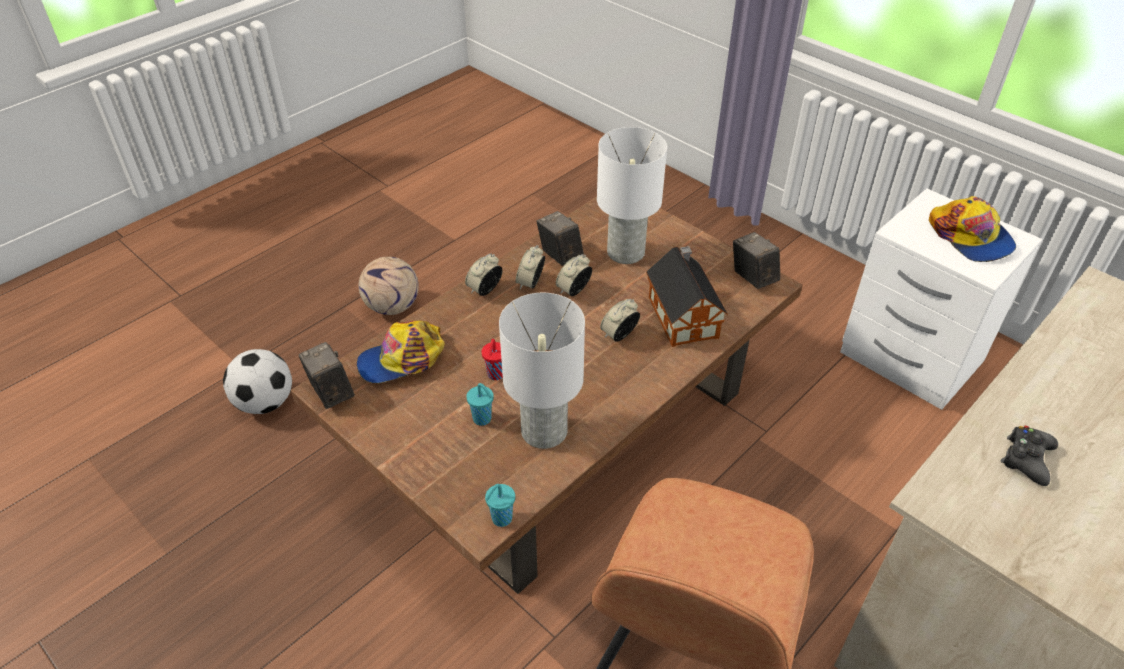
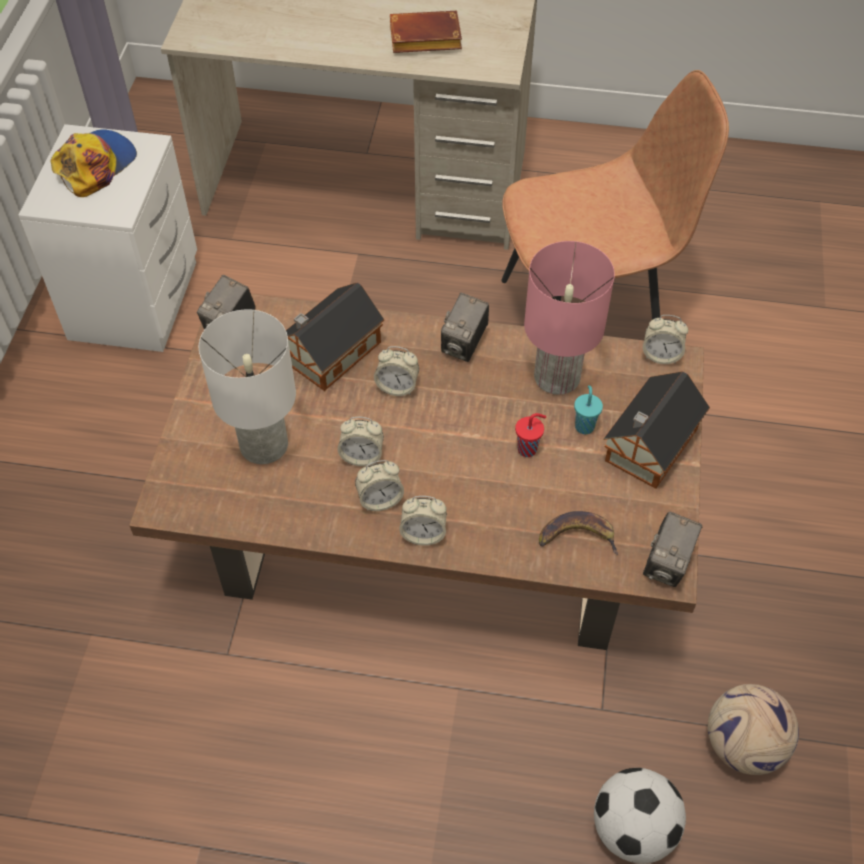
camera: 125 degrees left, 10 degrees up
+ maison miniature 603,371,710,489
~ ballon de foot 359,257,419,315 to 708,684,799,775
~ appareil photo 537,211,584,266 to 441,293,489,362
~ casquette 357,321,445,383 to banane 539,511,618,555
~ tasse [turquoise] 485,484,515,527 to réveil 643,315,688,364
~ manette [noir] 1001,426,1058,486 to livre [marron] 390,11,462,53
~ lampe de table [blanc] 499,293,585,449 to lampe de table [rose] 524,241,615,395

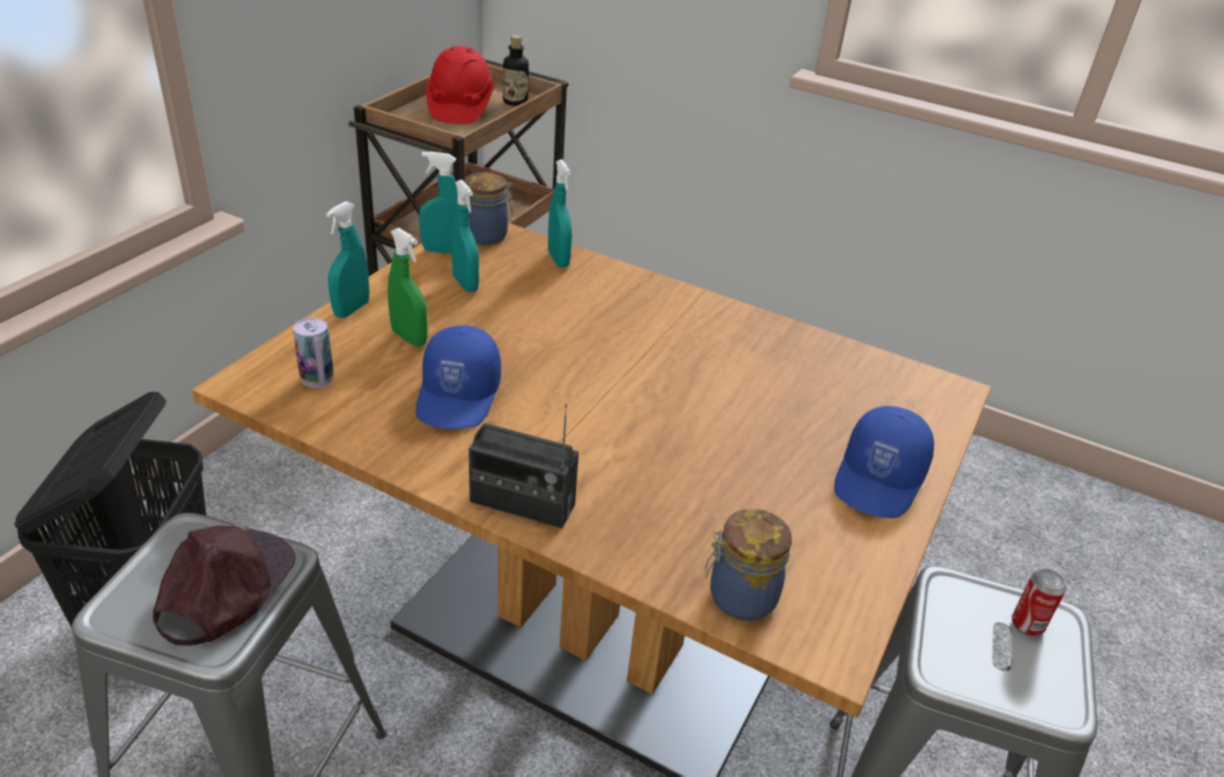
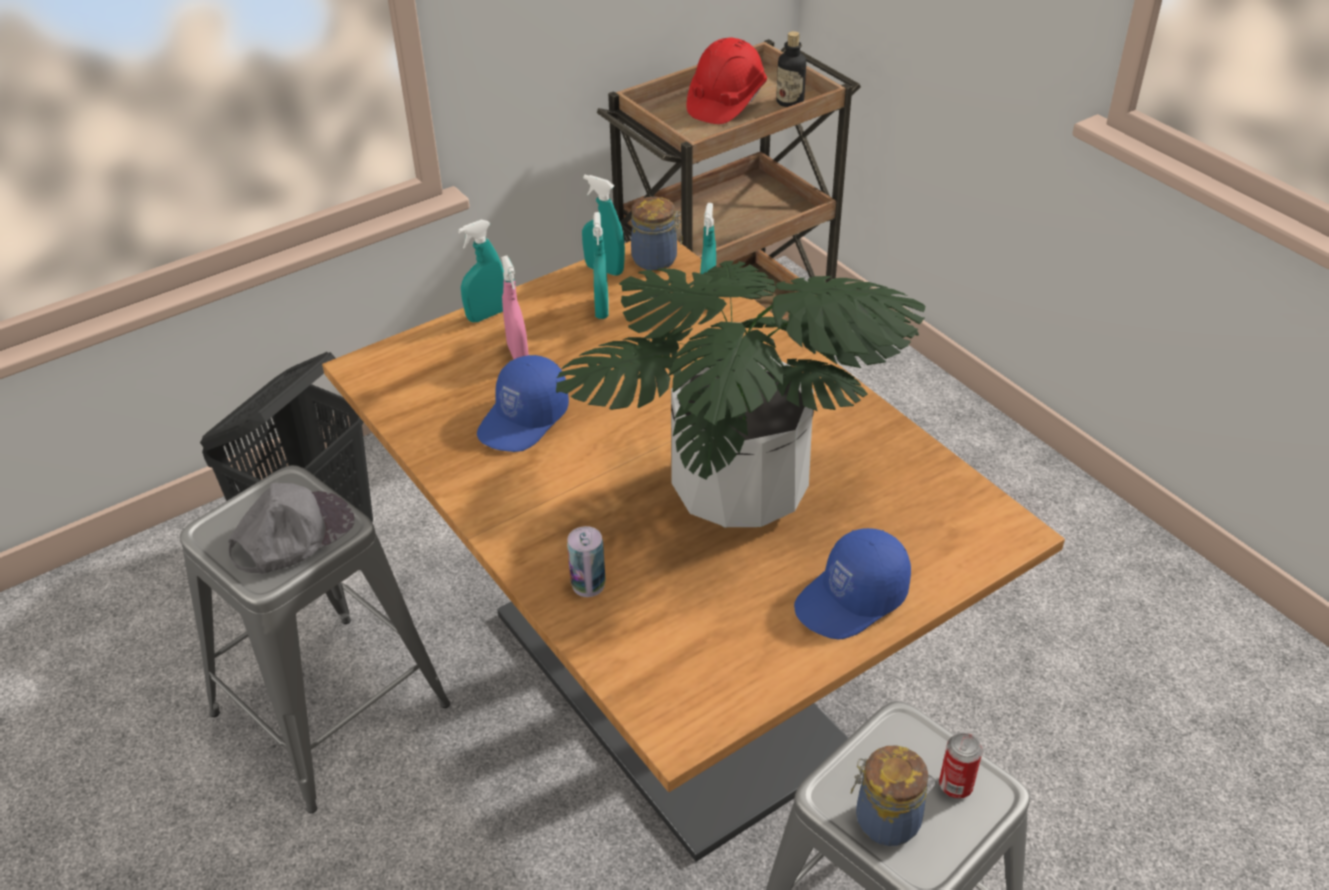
camera: 30 degrees right, 5 degrees up
- radio 469,404,579,528
+ plante en pot 556,261,925,528
~ boîte métallique 293,318,334,388 to 567,526,606,597
~ bocal 705,509,792,621 to 851,745,929,846
~ casquette [marron] 153,526,296,646 to casquette [gris] 228,483,355,574
~ vaporisateur [vert] 388,228,428,347 to vaporisateur [rose] 501,256,529,359

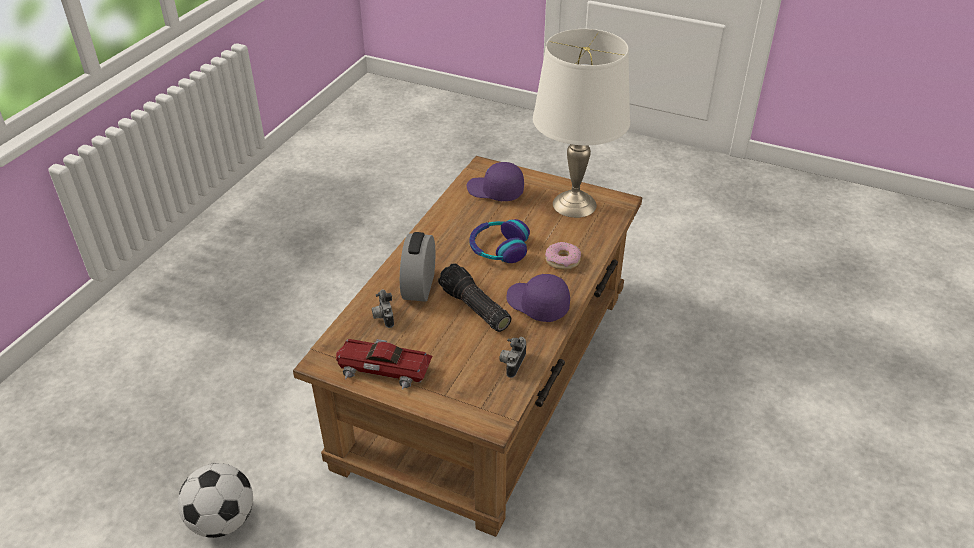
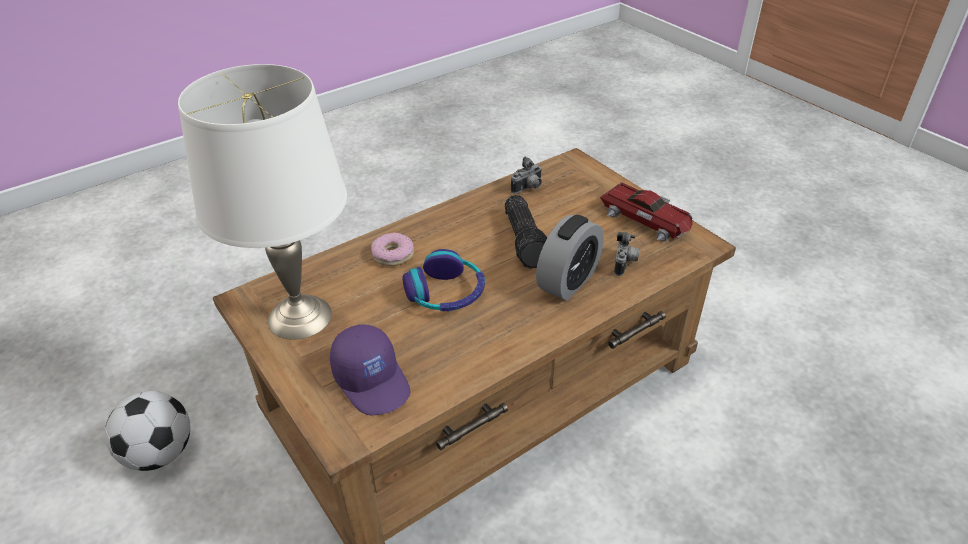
camera: 150 degrees left, 0 degrees up
- casquette [violet] 506,274,570,322
~ ballon de foot 178,463,253,538 to 105,391,191,471

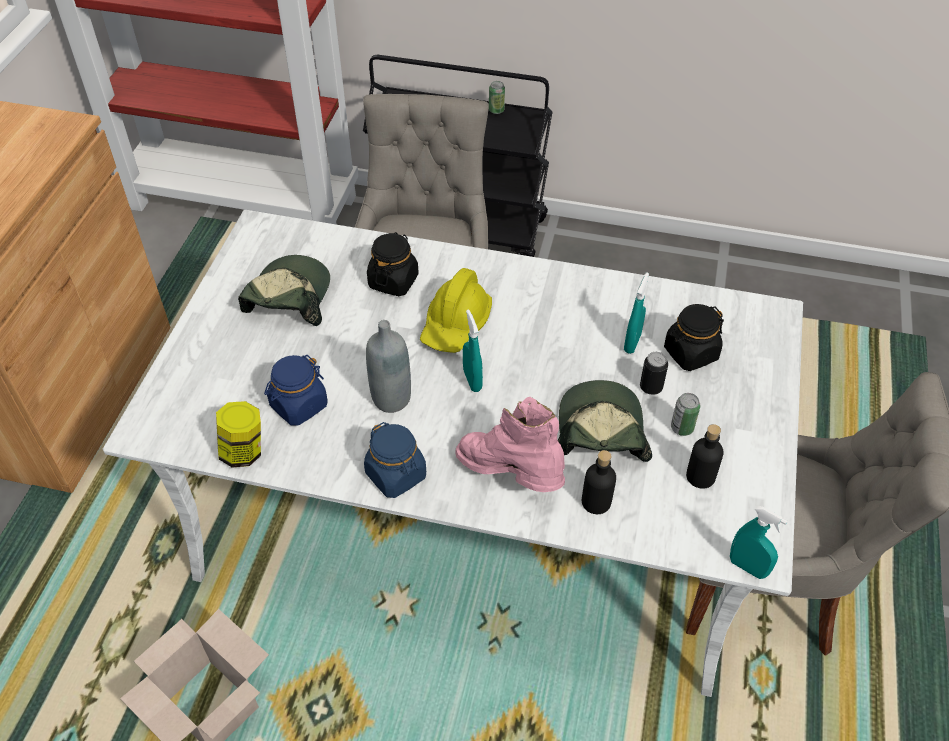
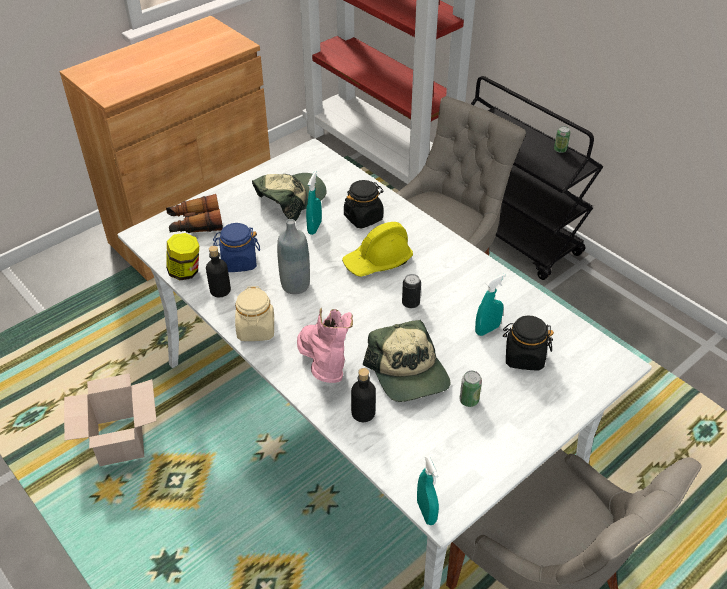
camera: 35 degrees right, 5 degrees down
+ jumelles 166,194,223,233
~ vaporisateur [turquoise] 463,309,483,392 to 306,171,322,235
~ boîte métallique 640,352,668,395 to 402,274,421,308
~ bouteille [noir] 686,424,724,489 to 206,246,231,297
~ bocal [bleu] 364,422,426,498 to bocal [beige] 235,286,274,341
~ casquette 558,380,652,462 = 363,320,450,402 120 degrees clockwise

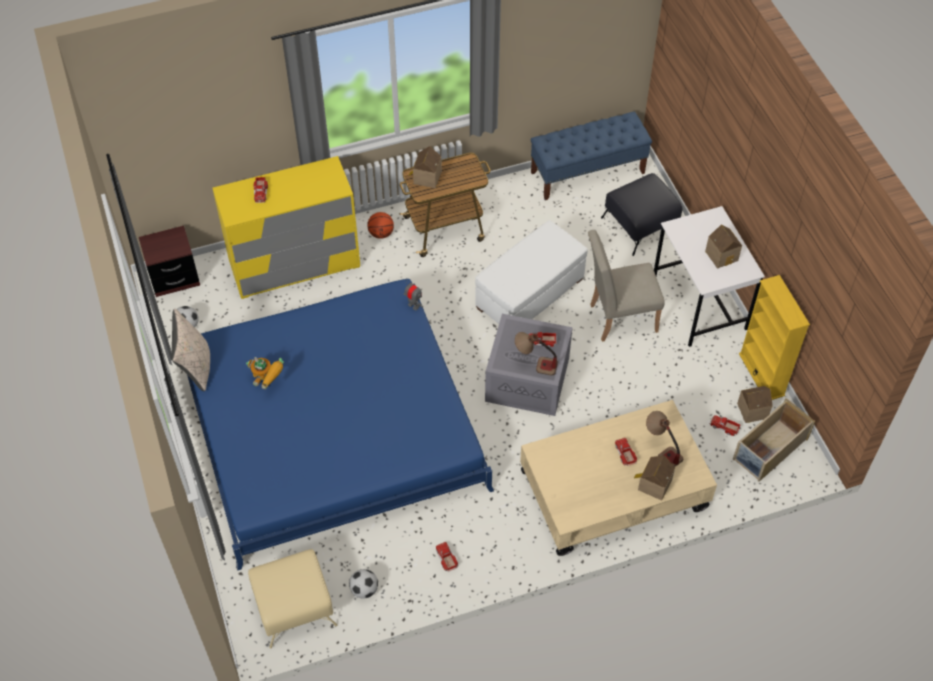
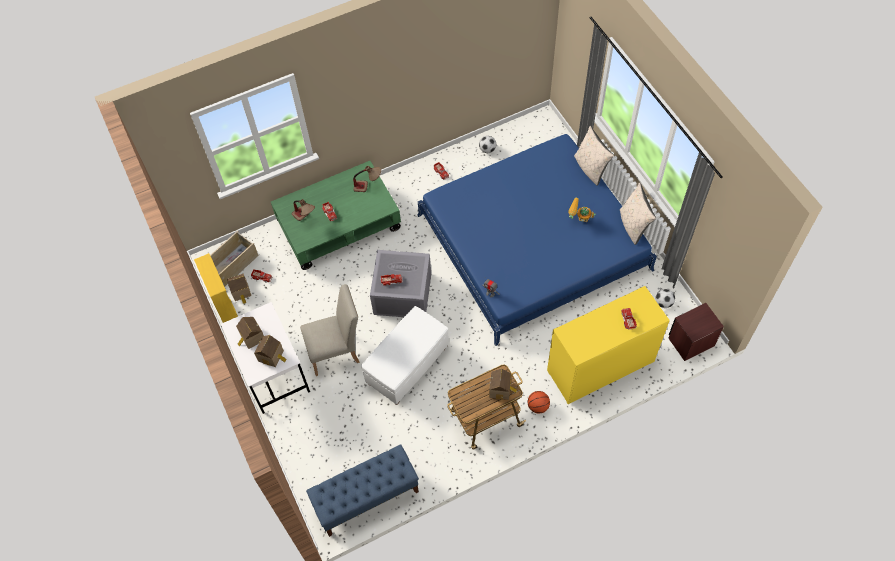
camera: 175 degrees right, 5 degrees up
- pouf [beige] 248,549,337,648
- pouf [noir] 601,173,682,256
+ coussin [beige] 574,126,614,186
~ lampe de table 515,332,558,376 to 353,166,381,192
~ maison miniature 634,455,675,501 to 254,335,286,367
~ table basse [beige] 520,400,717,556 to table basse [vert] 271,161,401,270

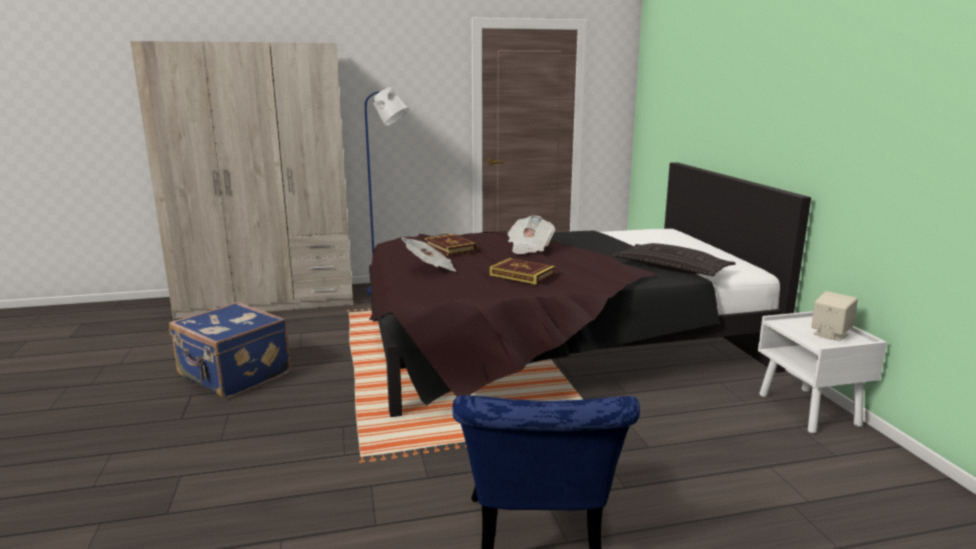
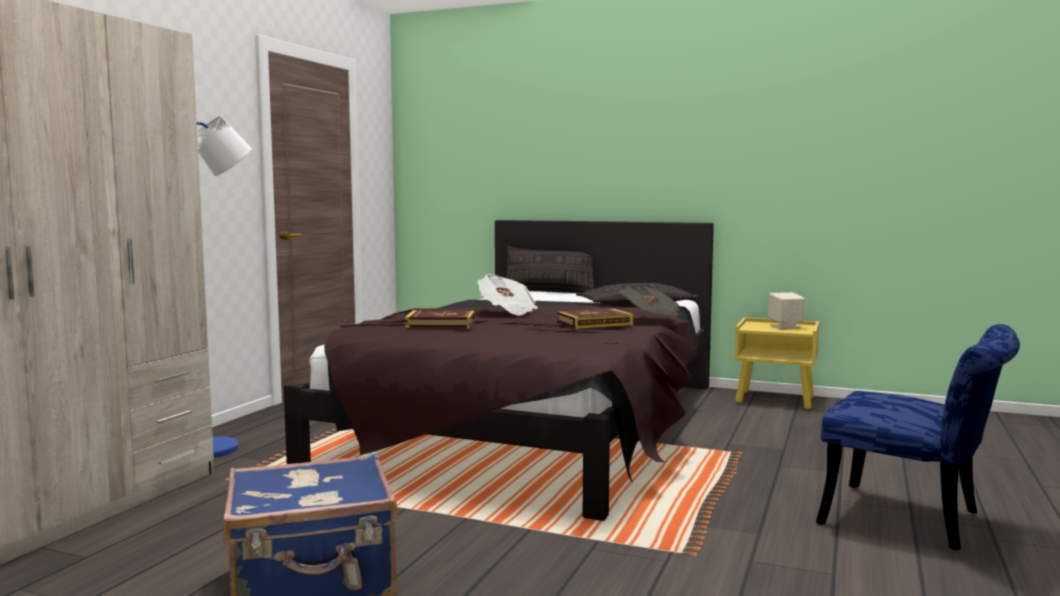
camera: 55 degrees left, 10 degrees down
+ coussin 506,246,594,292
~ journal 401,238,457,272 to 619,285,680,316
~ table de chevet [blanc] 758,311,887,433 to table de chevet [jaune] 735,317,819,409

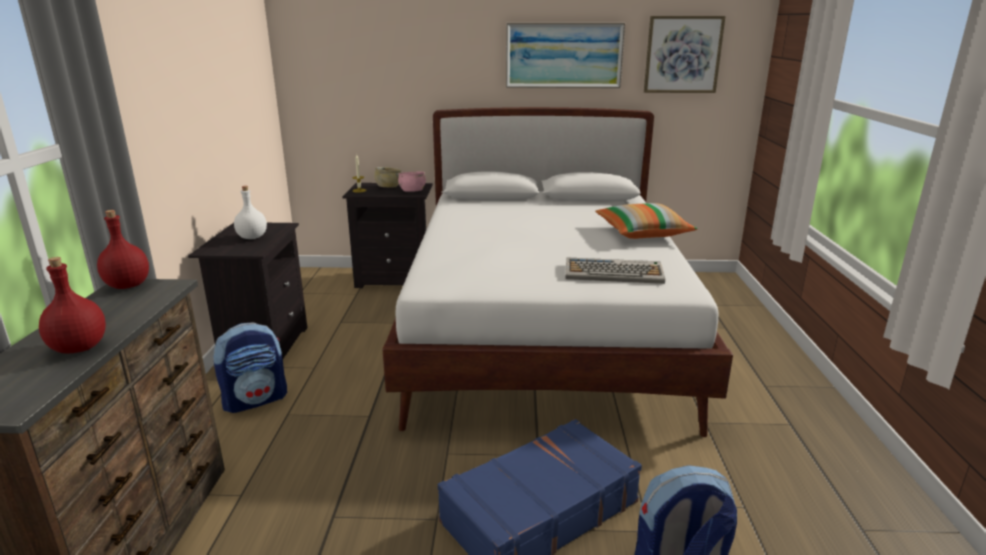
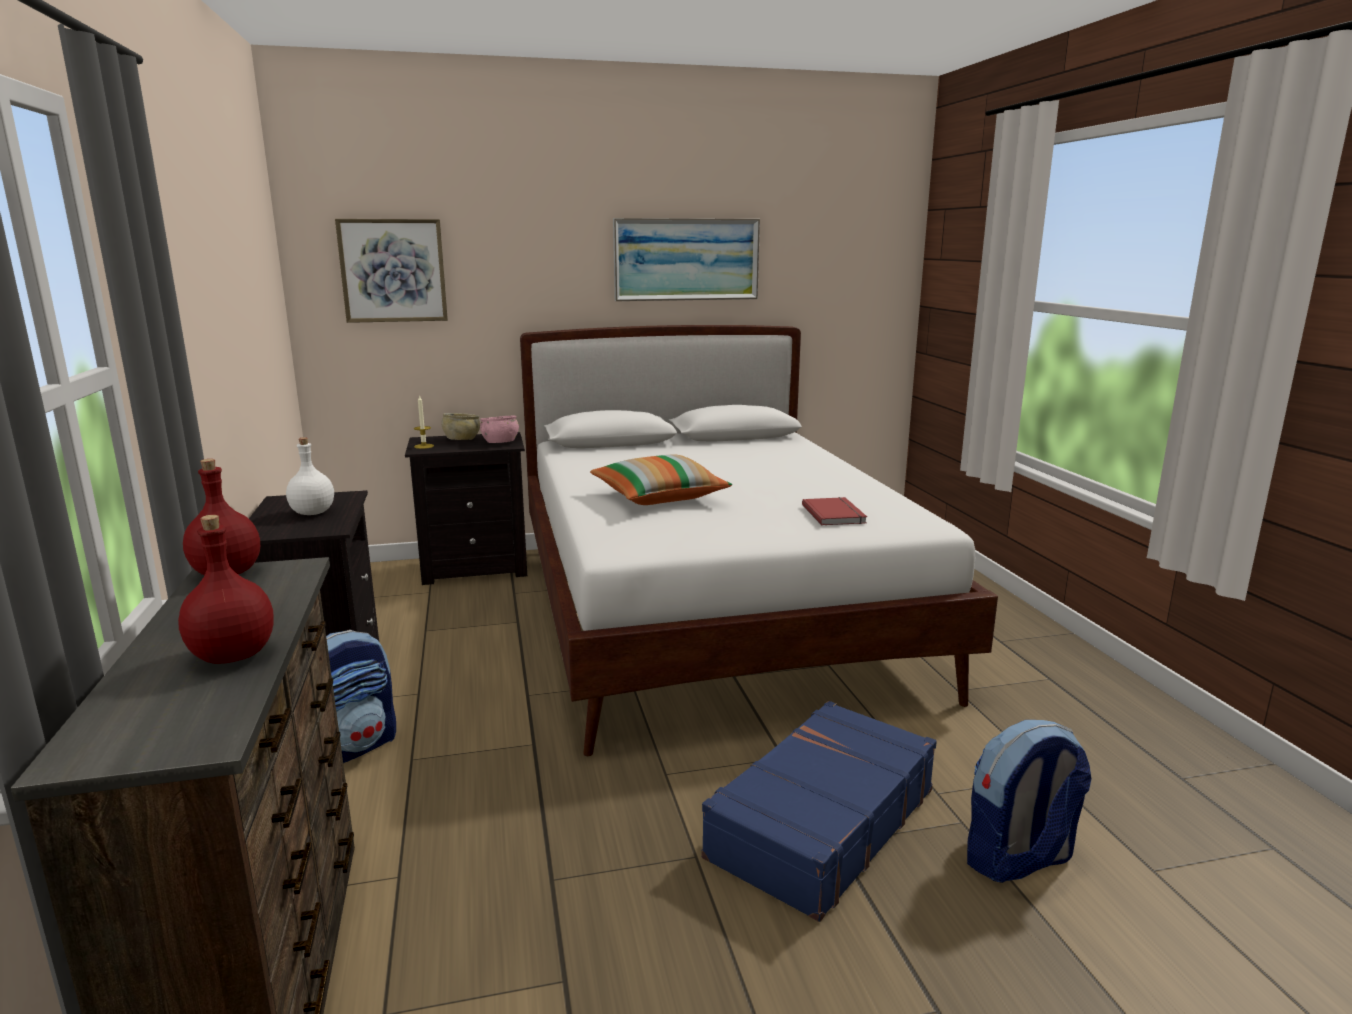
camera: 15 degrees left, 5 degrees down
~ coussin 595,203,697,239 to 590,454,732,505
~ tableau 644,16,726,93 to 335,219,448,323
~ clavier 566,257,665,284 to livre [rouge] 802,497,867,525

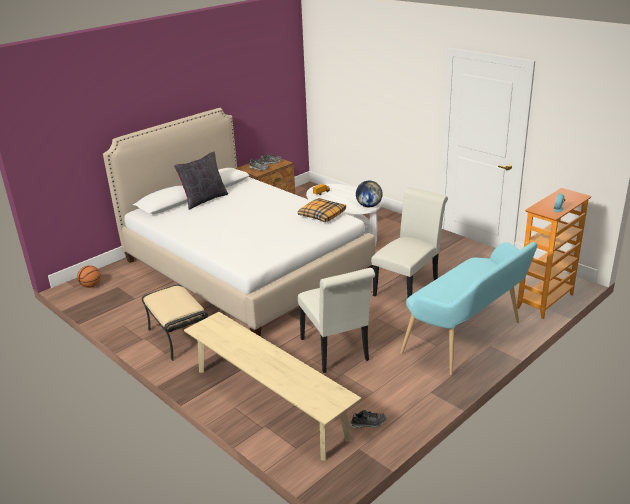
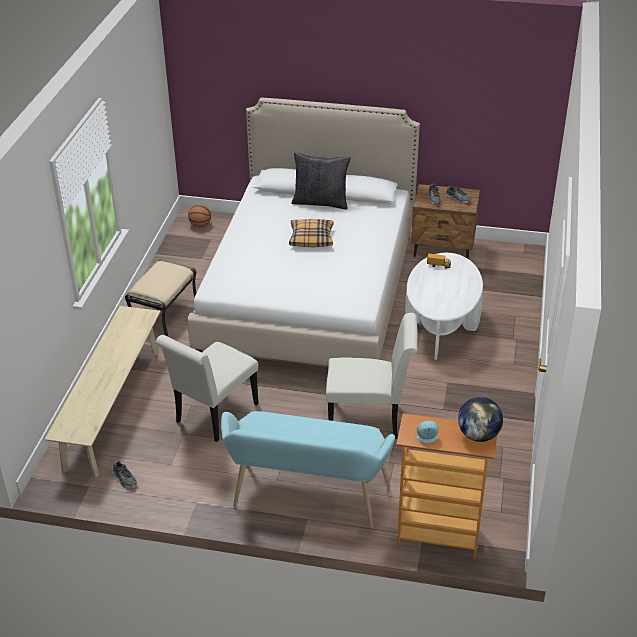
camera: 55 degrees right, 10 degrees up
~ coussin 298,198,346,222 to 289,219,334,247
~ globe 356,181,383,207 to 458,397,503,442

